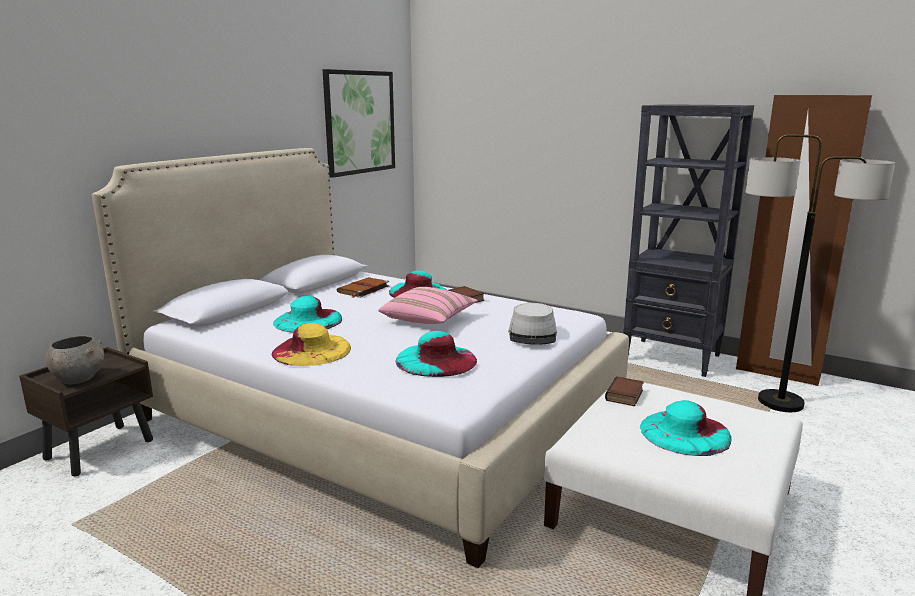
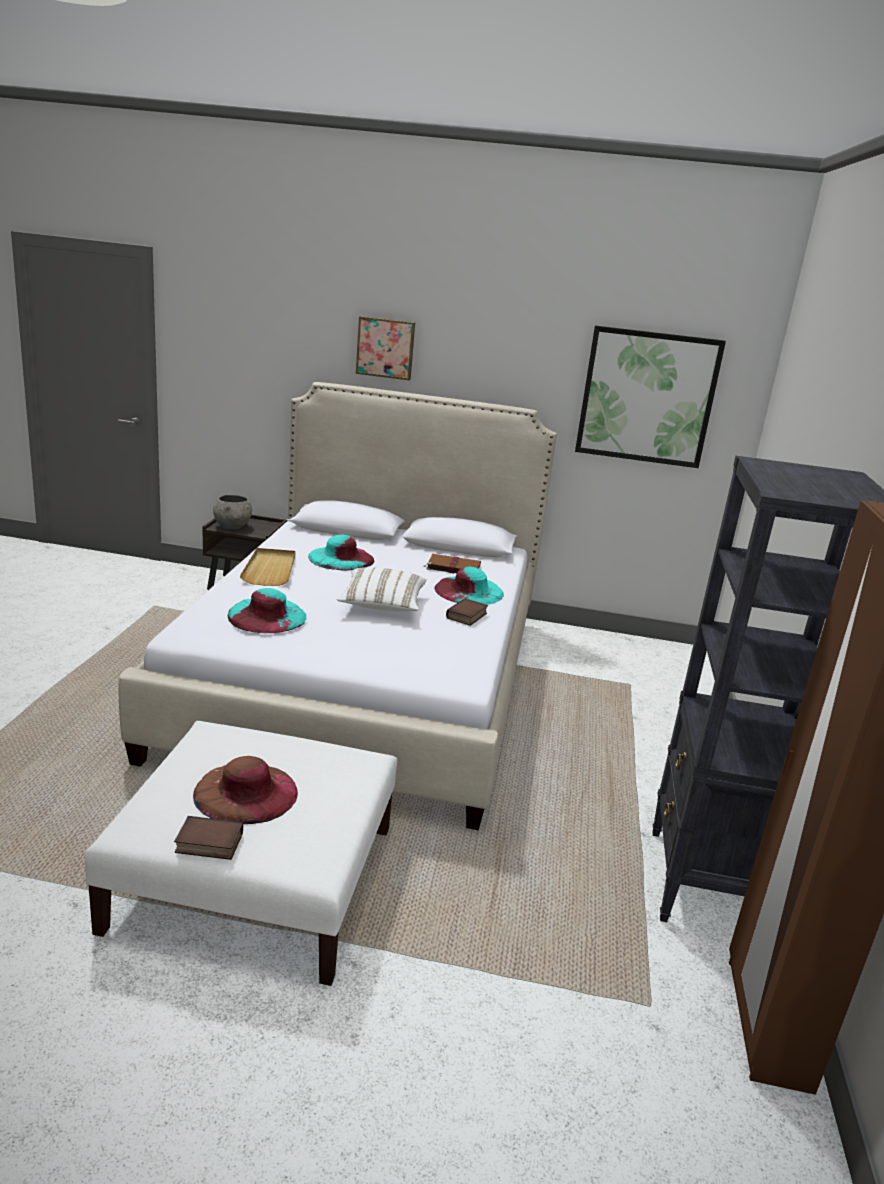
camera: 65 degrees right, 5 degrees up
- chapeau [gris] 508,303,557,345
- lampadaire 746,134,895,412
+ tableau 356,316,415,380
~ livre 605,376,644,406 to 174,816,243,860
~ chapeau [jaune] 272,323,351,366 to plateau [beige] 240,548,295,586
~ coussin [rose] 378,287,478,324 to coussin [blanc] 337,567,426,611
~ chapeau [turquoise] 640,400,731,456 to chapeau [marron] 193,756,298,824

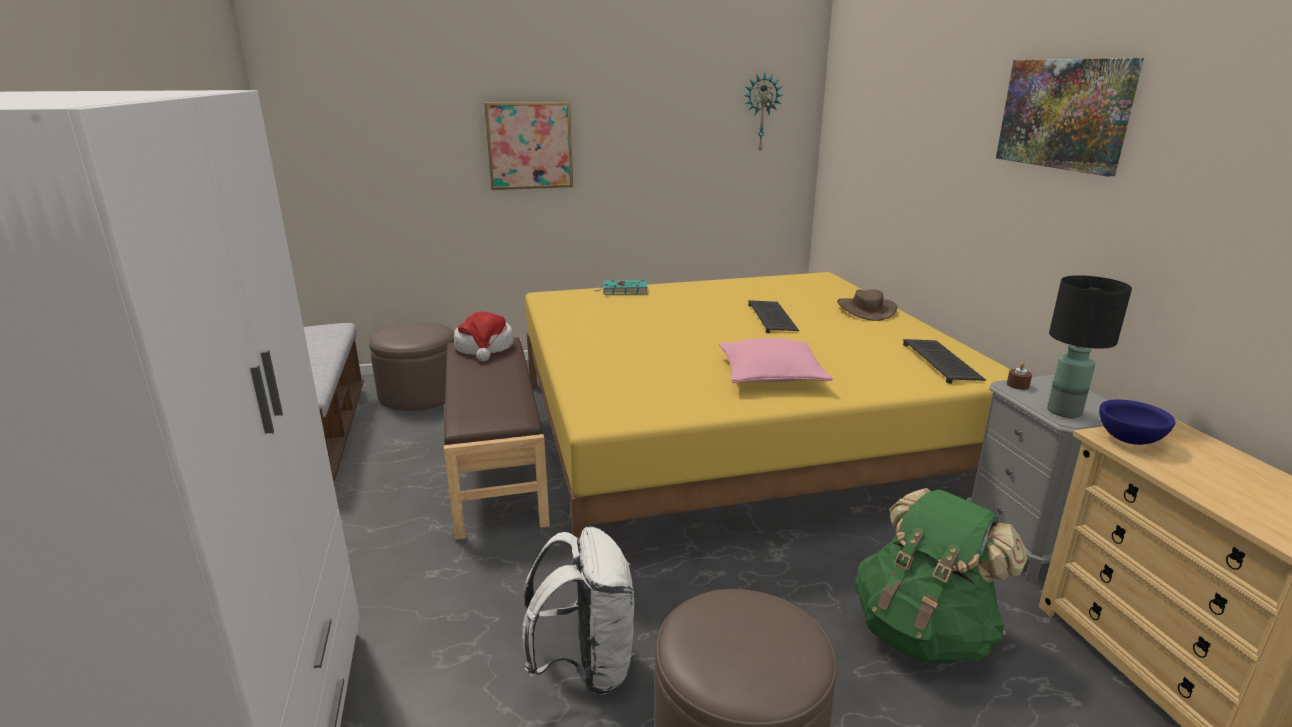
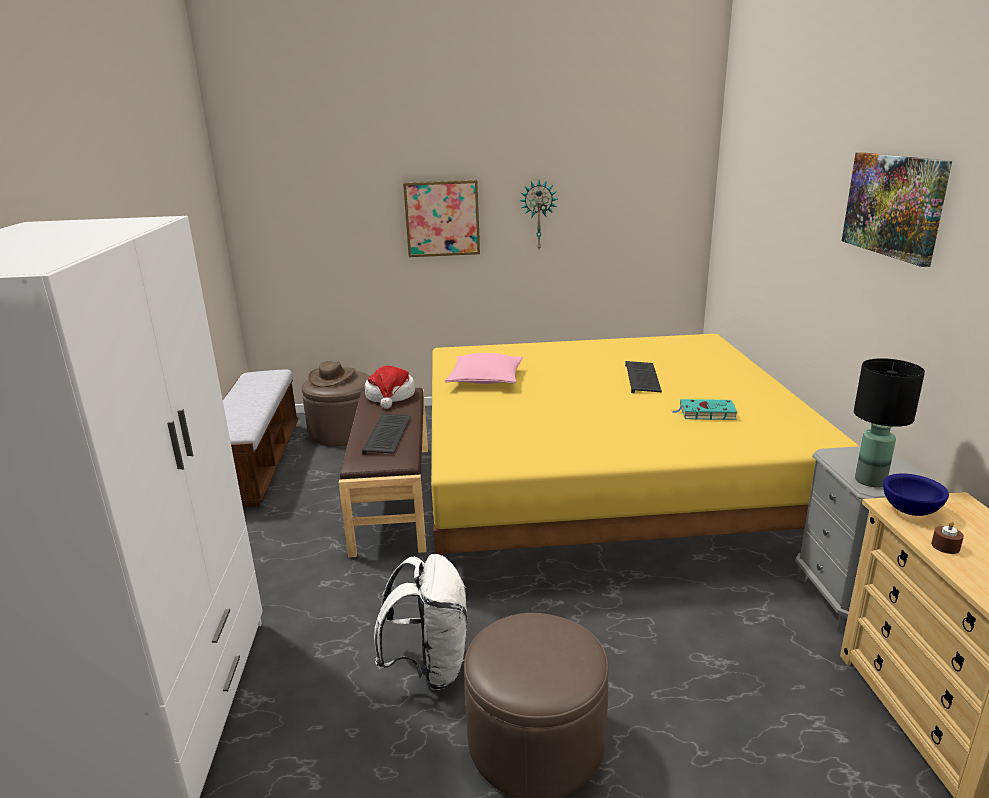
camera: 10 degrees right, 0 degrees up
- sac à dos [vert] 855,488,1027,664
~ livre [turquoise] 595,280,647,295 to 672,399,738,420
~ coussin [rose] 718,338,833,383 to 445,353,523,384
~ horloge murale 743,73,783,151 to 519,180,558,249
~ chapeau [marron] 837,289,897,321 to 308,361,356,387
~ clavier 903,339,986,384 to 362,413,411,455
~ bougie [marron] 1007,362,1032,390 to 931,521,964,554

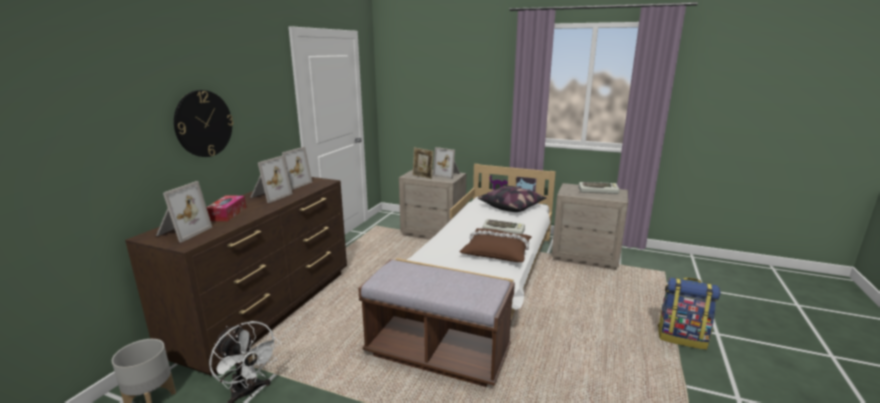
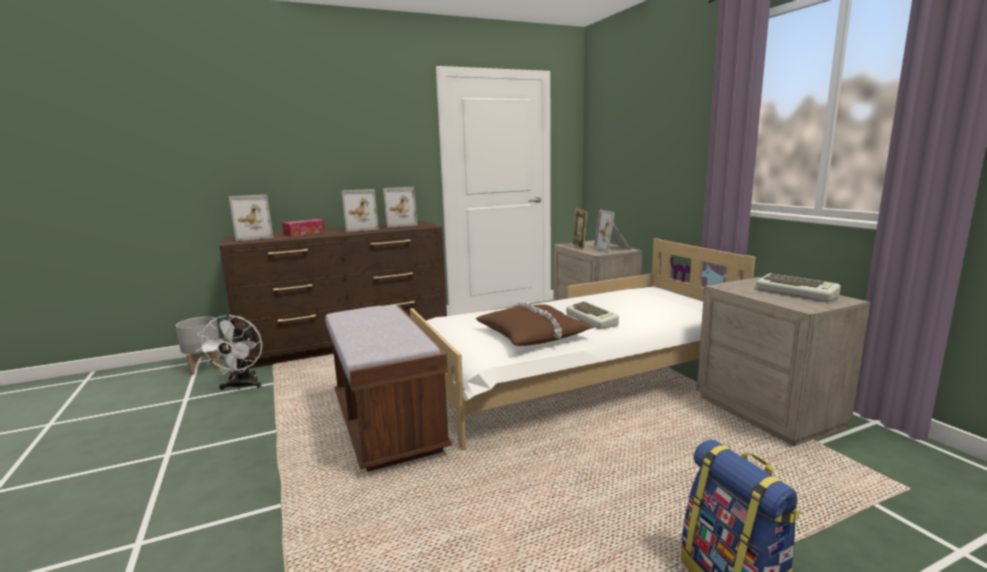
camera: 45 degrees right, 5 degrees down
- horloge murale 174,90,233,157
- coussin 478,186,546,212

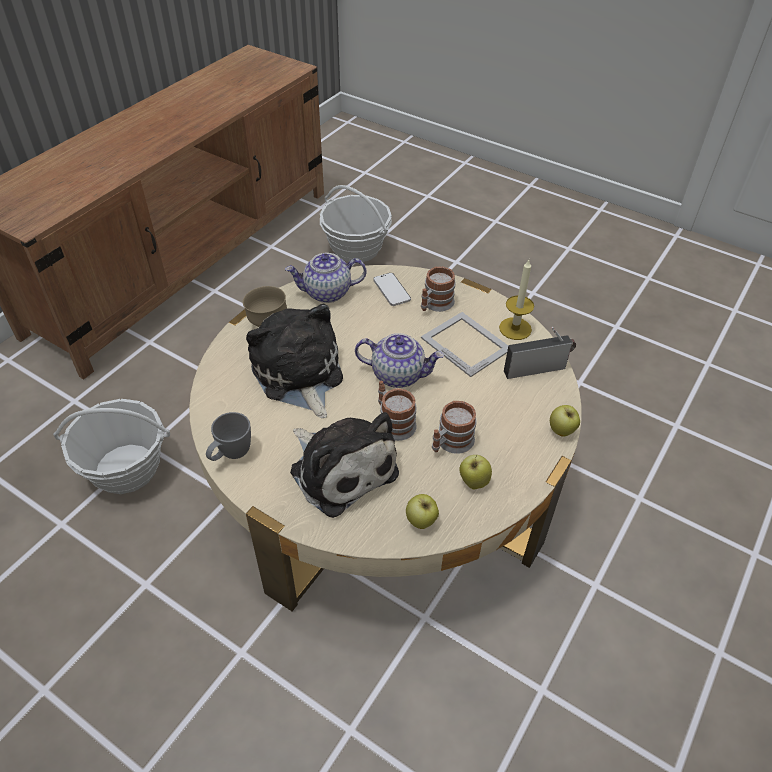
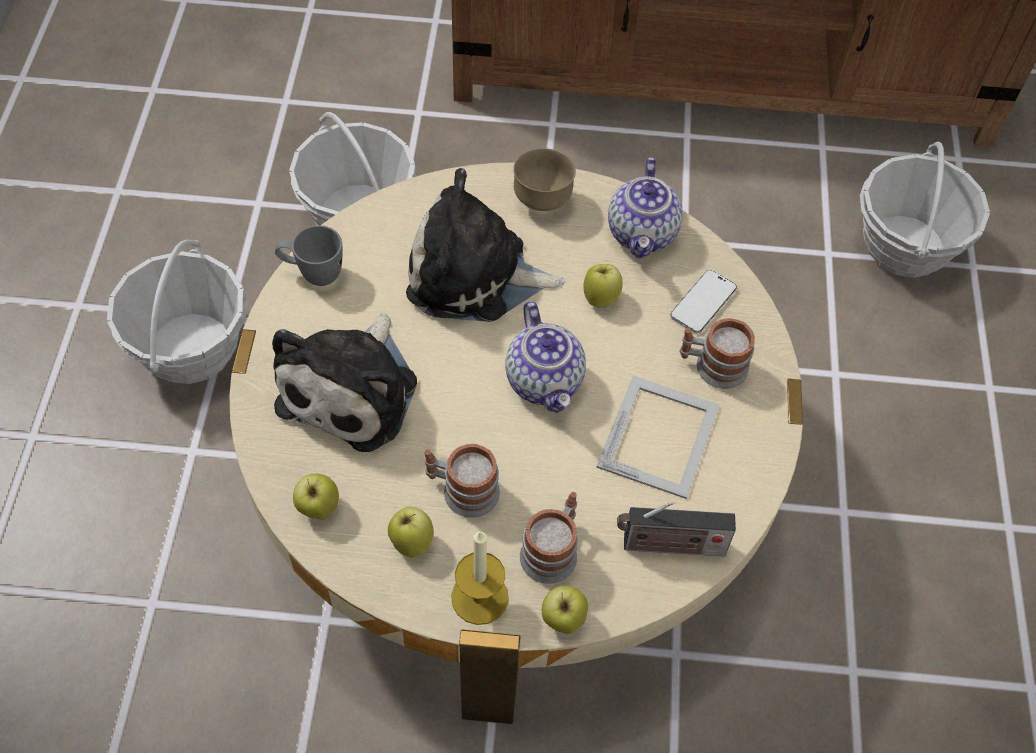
camera: 60 degrees right, 10 degrees up
+ panier 107,240,248,384
+ pomme 583,264,623,308
~ mug 378,381,417,441 to 520,492,578,584
~ bougie 499,260,534,340 to 451,531,509,625
~ peluche 246,304,343,418 = 406,168,565,322 120 degrees counterclockwise
~ théière 285,253,367,303 = 608,157,683,258 135 degrees counterclockwise
~ radio 504,327,576,379 = 617,501,736,556 135 degrees clockwise

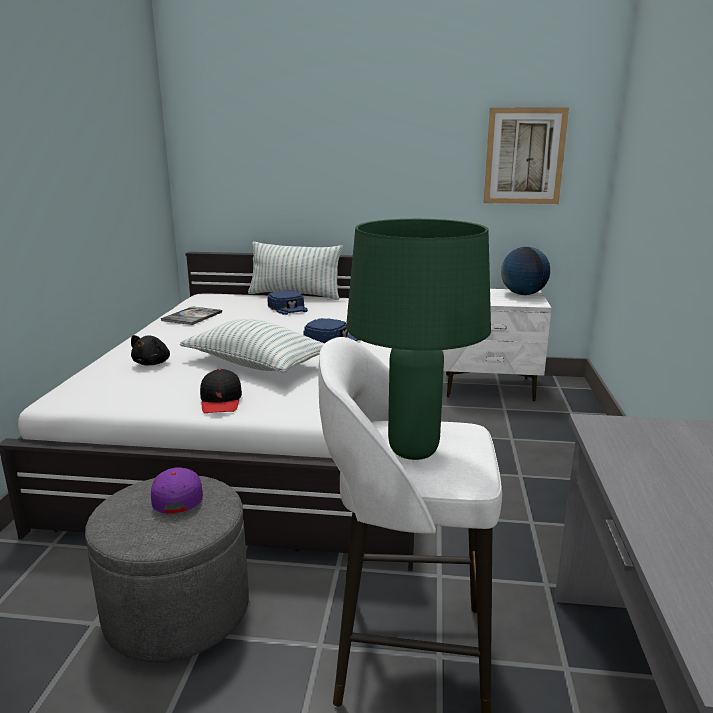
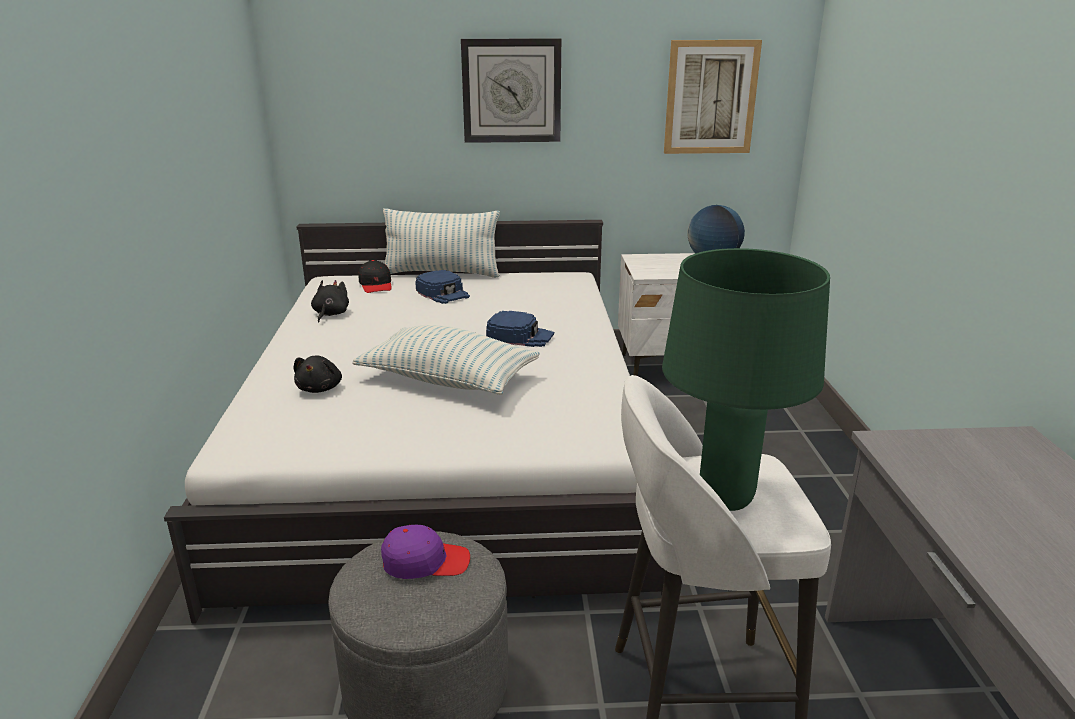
camera: 10 degrees left, 5 degrees up
+ horloge murale 461,38,561,143
~ casquette [noir] 200,369,242,413 to 358,260,391,293
~ livre 160,306,222,325 to peluche [noir] 311,280,349,322
~ casquette [violet] 151,467,203,513 = 381,525,470,579 105 degrees clockwise

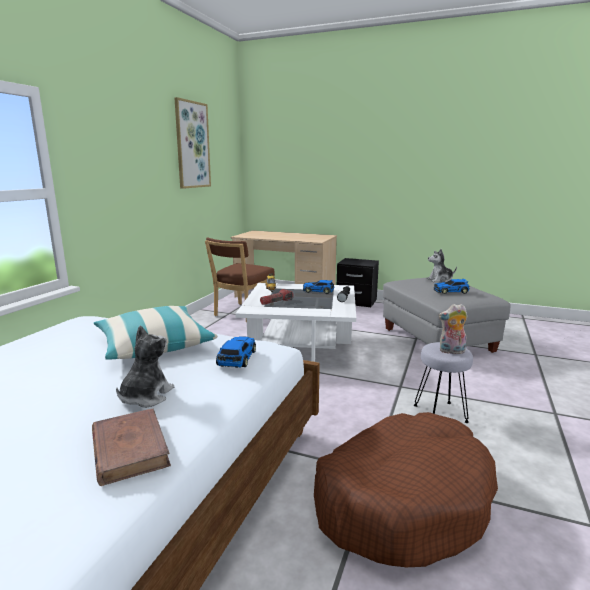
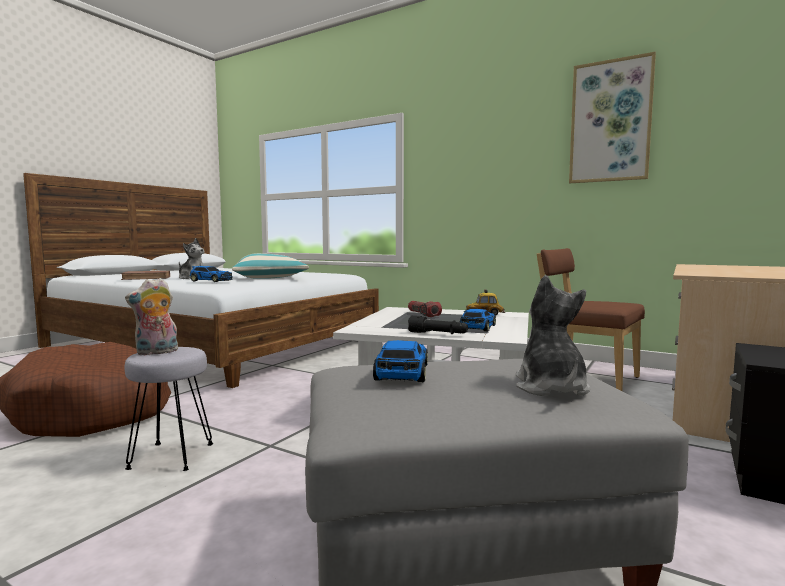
camera: 100 degrees right, 10 degrees down
~ peluche 438,304,468,354 = 125,278,178,355 135 degrees counterclockwise

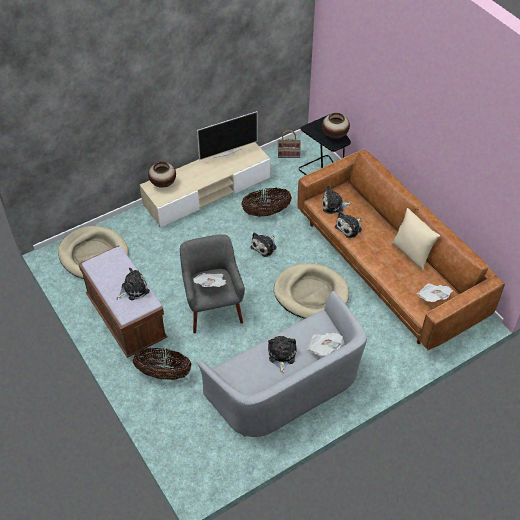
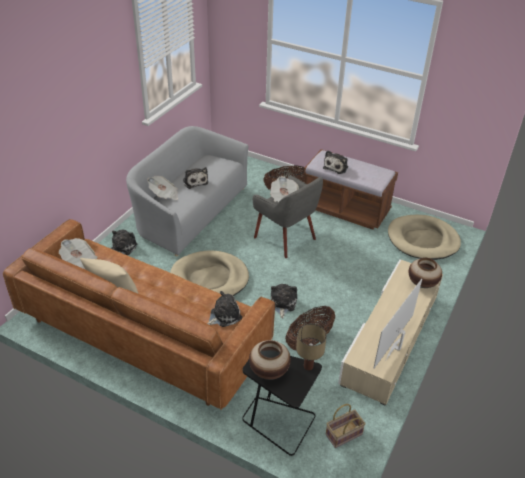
camera: 150 degrees right, 10 degrees down
+ lampe de table 296,324,327,370
~ peluche 335,211,362,238 to 111,229,137,255

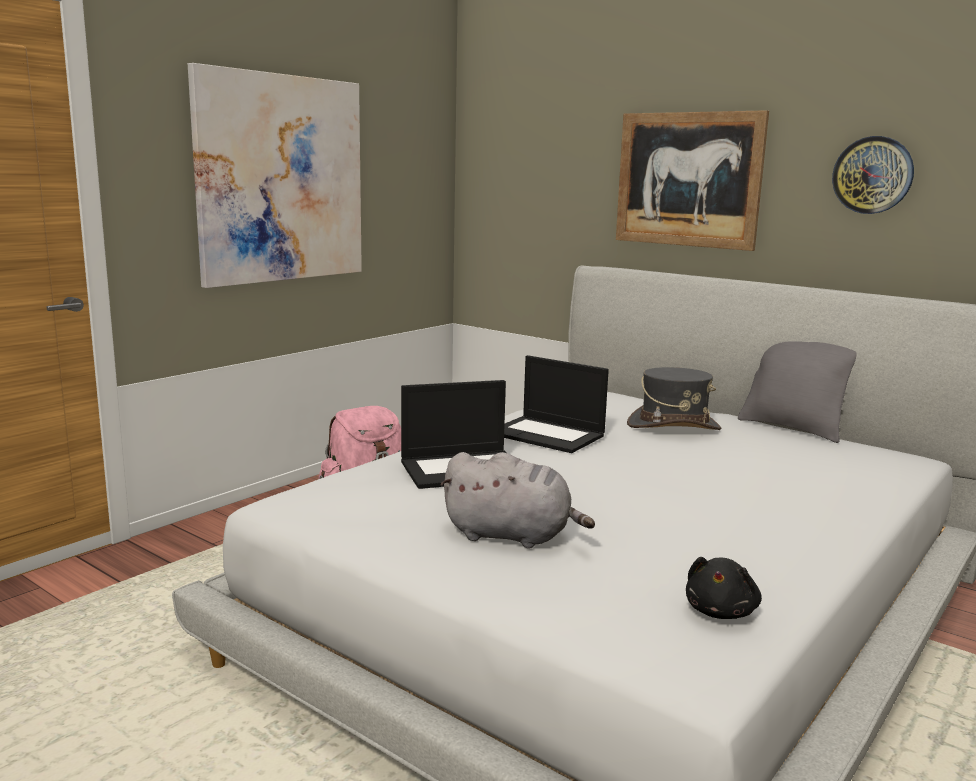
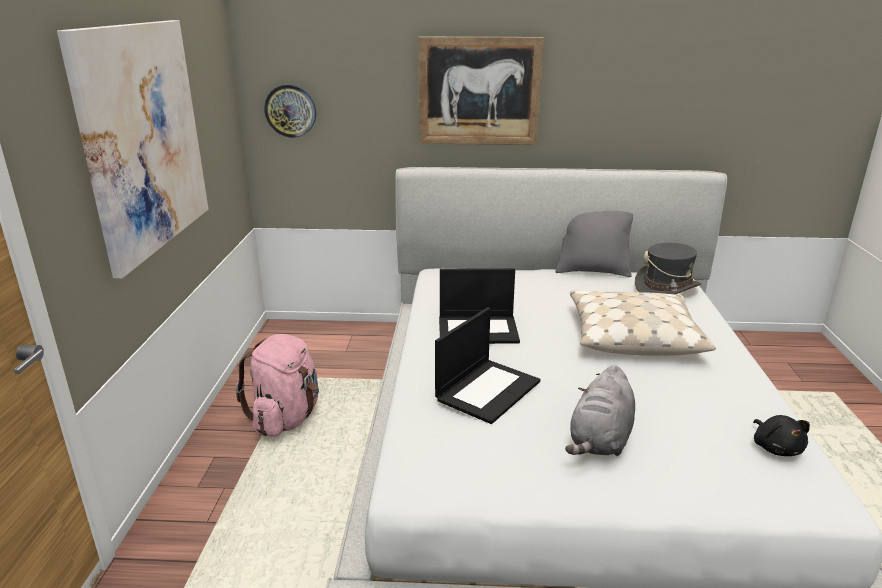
camera: 35 degrees left, 10 degrees up
+ coussin [beige] 570,290,716,356
~ chapeau [gris] 627,367,721,430 to 635,243,701,294
~ horloge murale 832,136,914,214 to 264,84,316,138
~ peluche [gris] 440,452,595,549 = 565,365,635,456 135 degrees clockwise

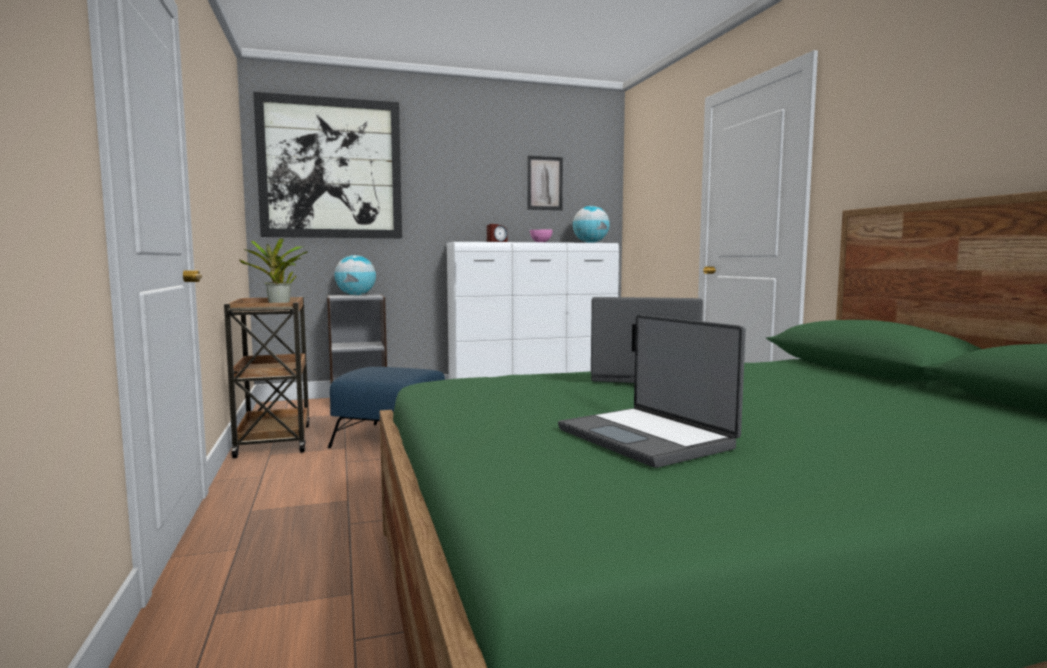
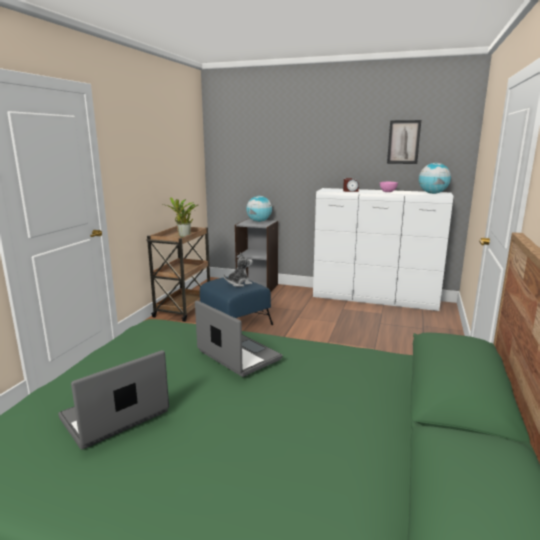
camera: 35 degrees right, 10 degrees up
- tableau 253,92,402,238
+ peluche 224,253,252,287
~ ordinateur portable 558,315,746,468 = 58,350,169,450 45 degrees clockwise

